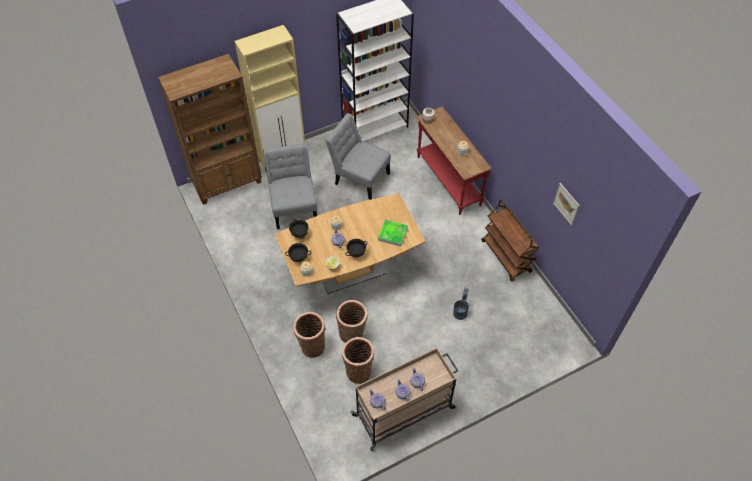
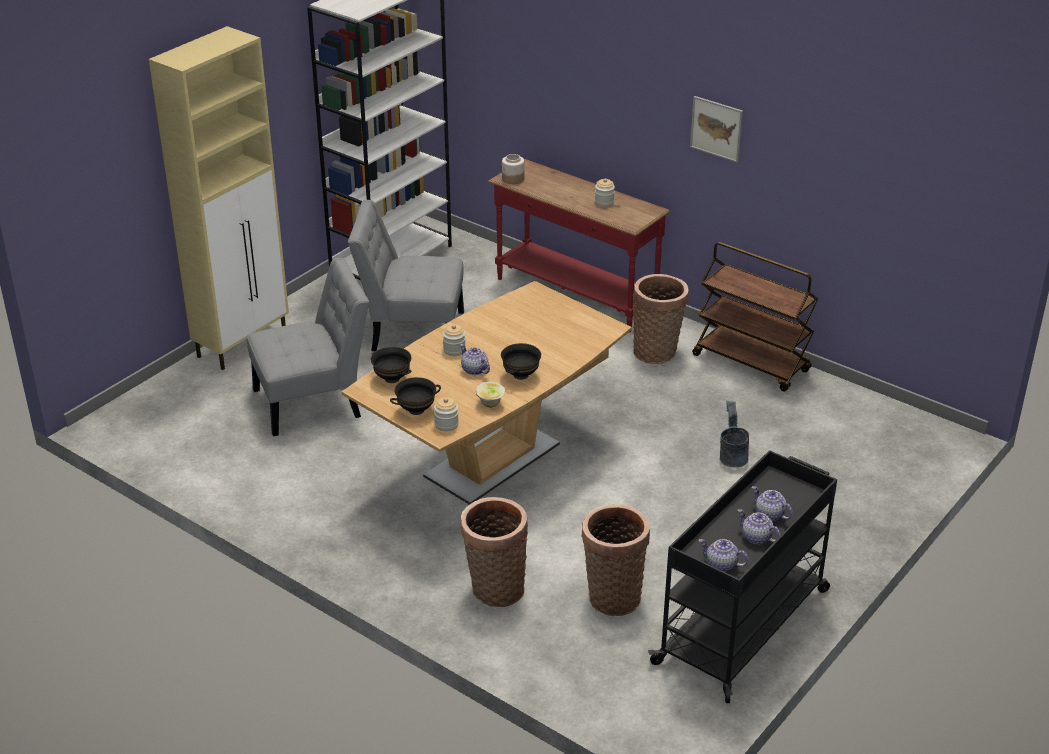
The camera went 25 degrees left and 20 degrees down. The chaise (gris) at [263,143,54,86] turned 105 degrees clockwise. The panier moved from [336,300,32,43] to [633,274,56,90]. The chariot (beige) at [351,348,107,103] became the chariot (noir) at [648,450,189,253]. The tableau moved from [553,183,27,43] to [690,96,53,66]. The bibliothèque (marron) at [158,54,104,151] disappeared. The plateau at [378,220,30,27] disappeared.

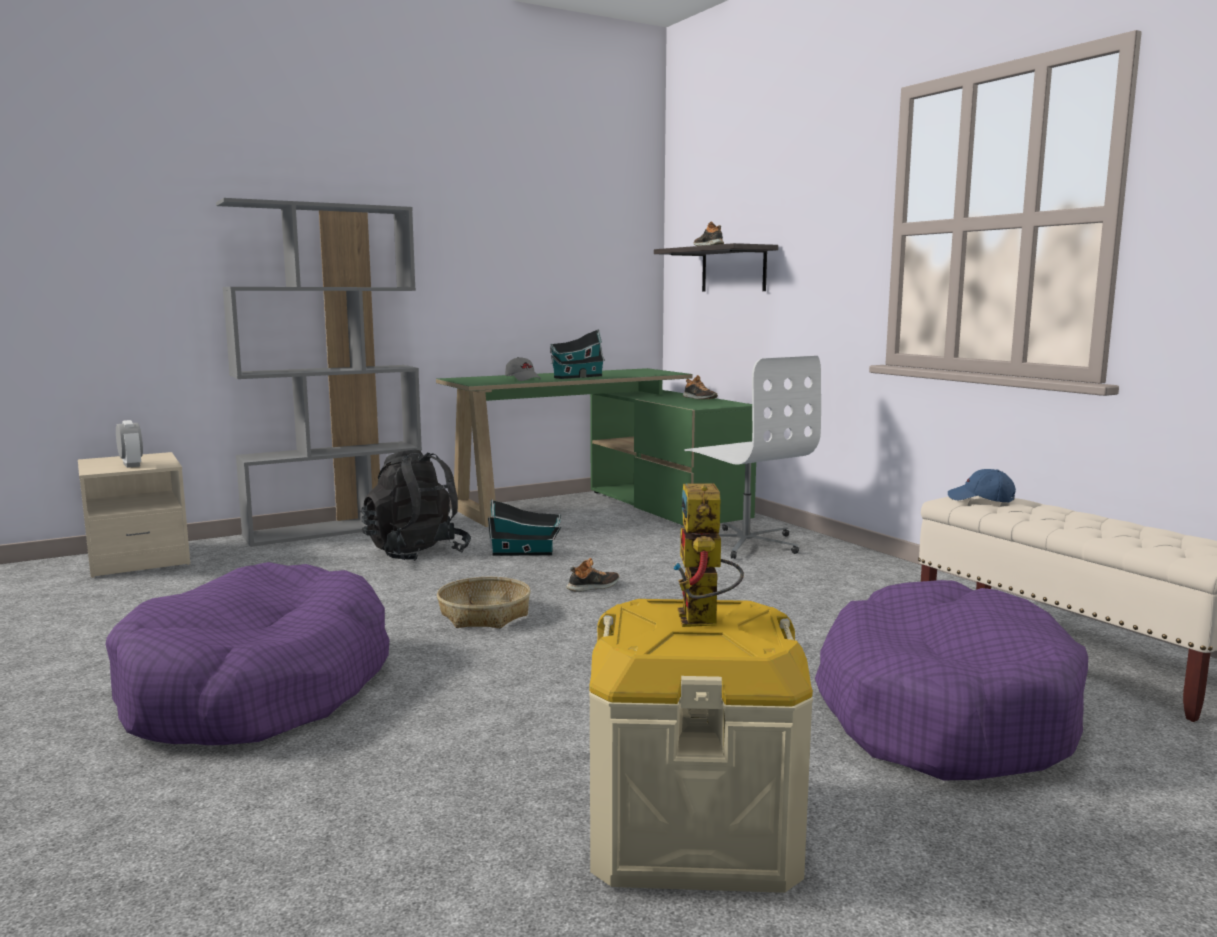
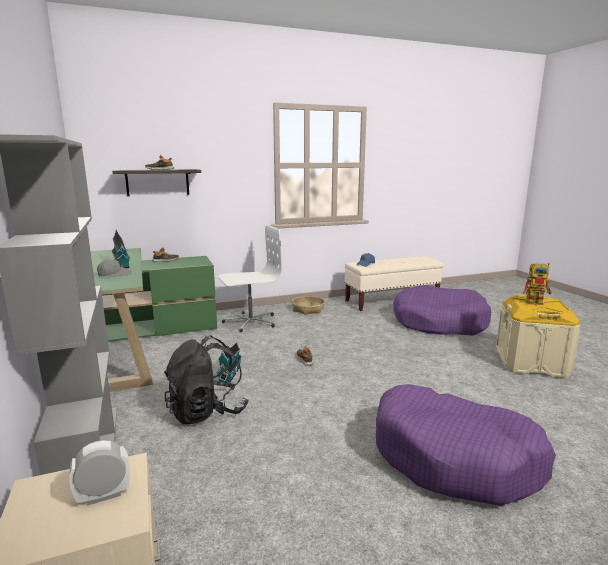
The camera went 80 degrees left and 5 degrees up. The panier moved from [437,577,94,51] to [292,296,33,19].

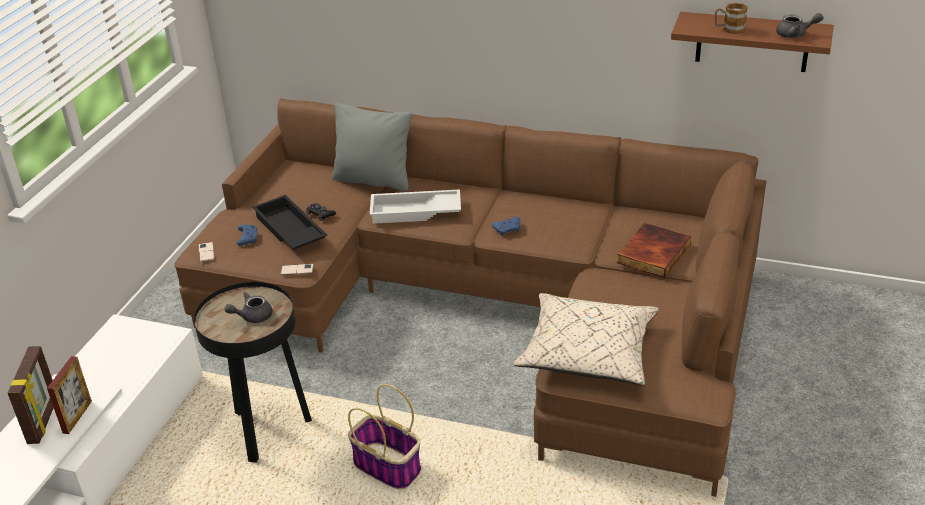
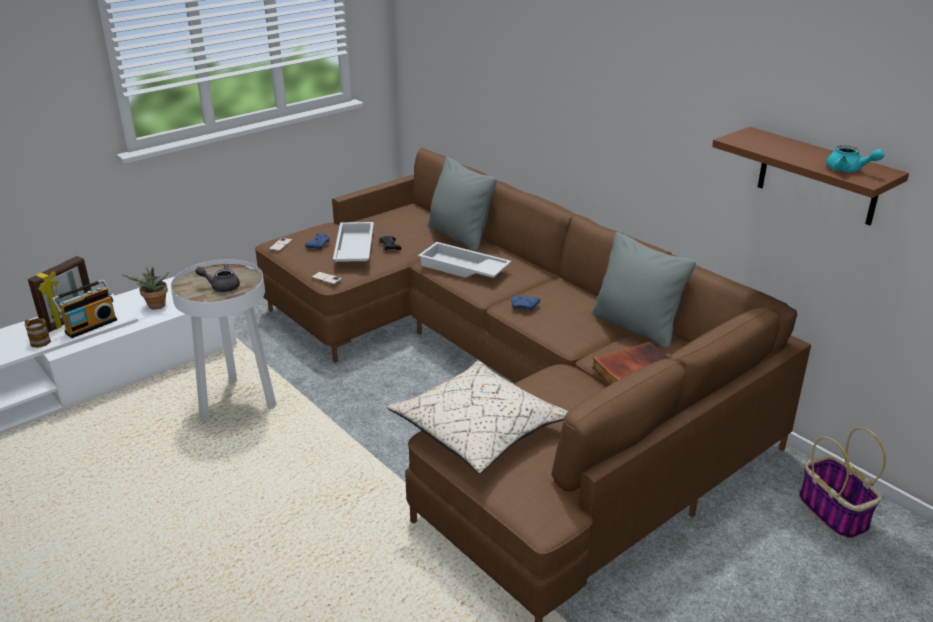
The camera went 30 degrees right and 5 degrees down. The mug moved from [715,3,33,31] to [25,318,26,30]. The cadre photo at [47,356,45,78] was replaced by the radio at [52,279,65,59]. The plante en pot at [123,267,46,42] appeared. The table d'appoint (noir) at [194,282,118,181] became the table d'appoint (blanc) at [171,260,105,161]. The plateau (noir) at [252,195,75,55] became the plateau (blanc) at [333,222,41,40]. The coussin (gris) at [592,232,104,116] appeared. The panier moved from [348,384,73,106] to [799,427,87,113]. The théière (gris) at [776,13,48,25] became the théière (turquoise) at [826,145,59,27].

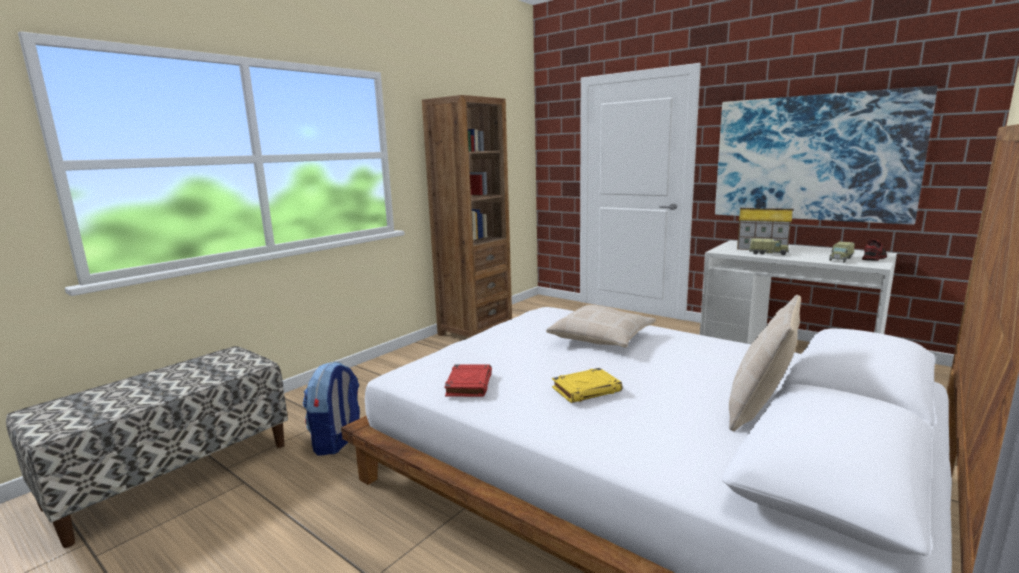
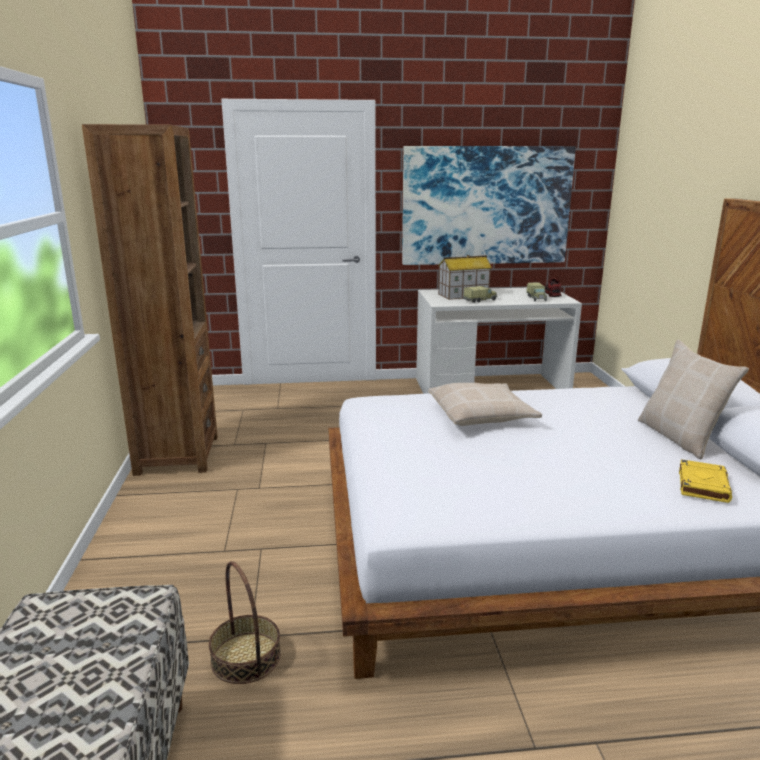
The camera went 45 degrees left and 5 degrees up. The sac à dos at [303,361,57,95] was replaced by the panier at [209,561,72,123]. The livre (jaune) moved from [552,368,70,35] to [679,459,53,44]. The livre (rouge) at [444,364,48,33] disappeared.

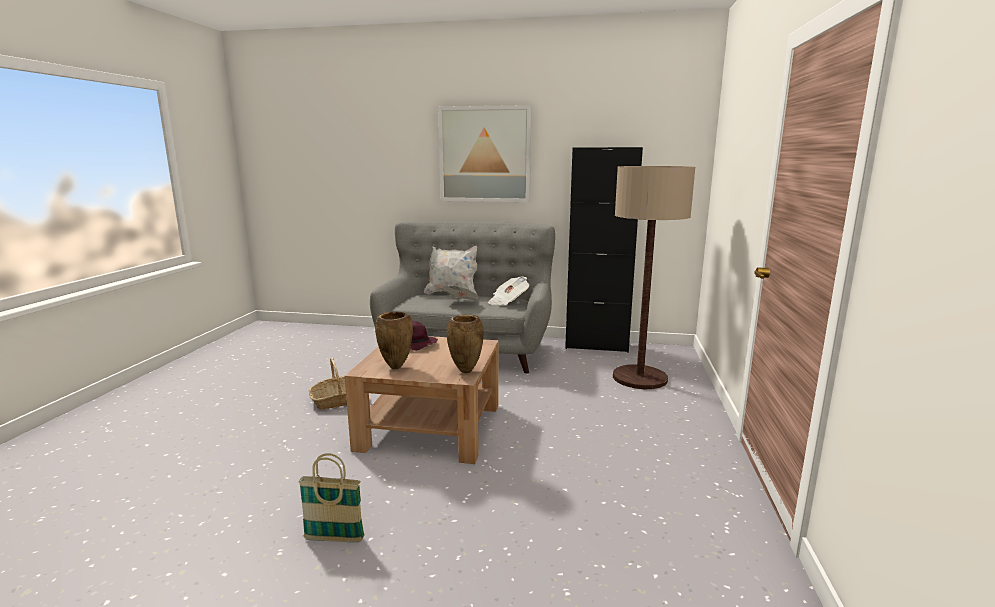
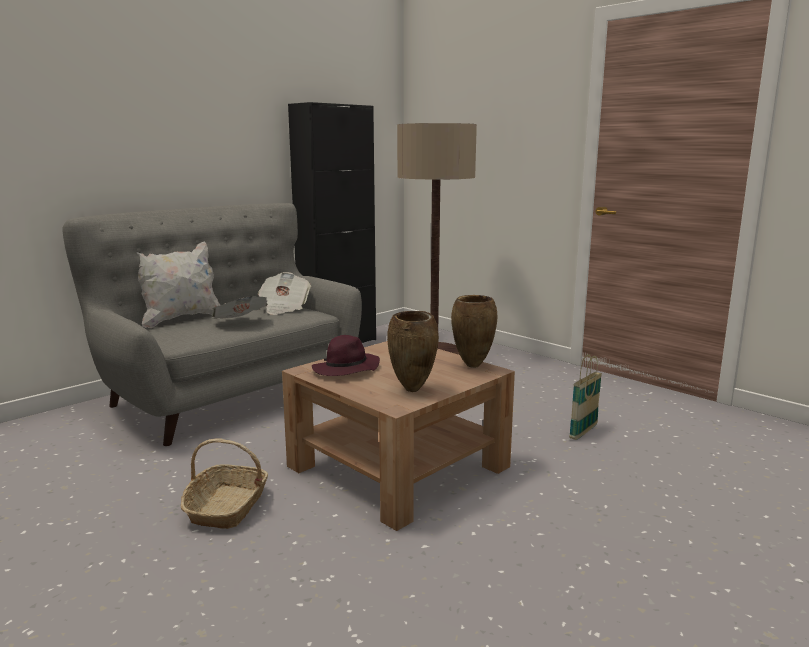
The camera went 55 degrees left and 0 degrees up. The panier moved from [298,453,67,89] to [569,354,33,86]. The tableau at [438,105,93,97] disappeared.

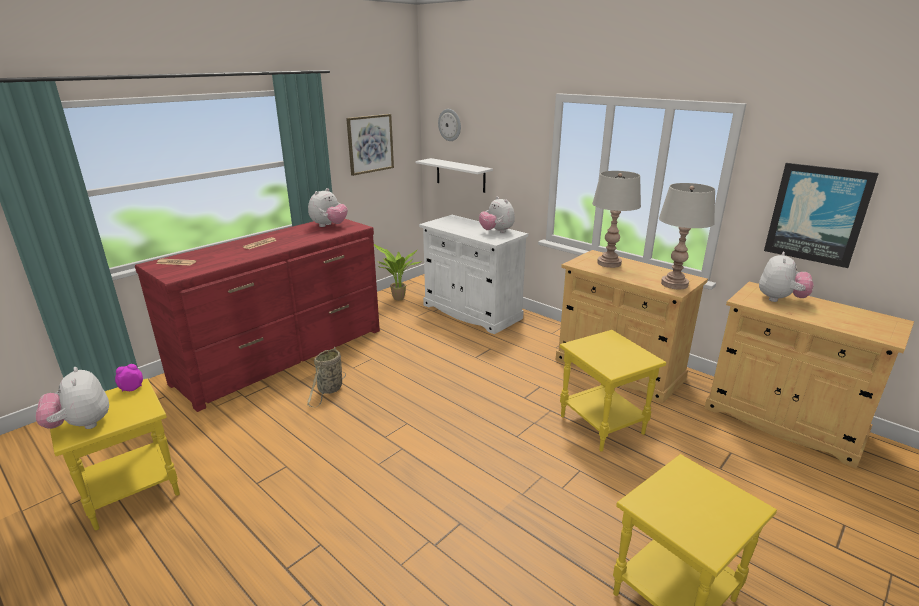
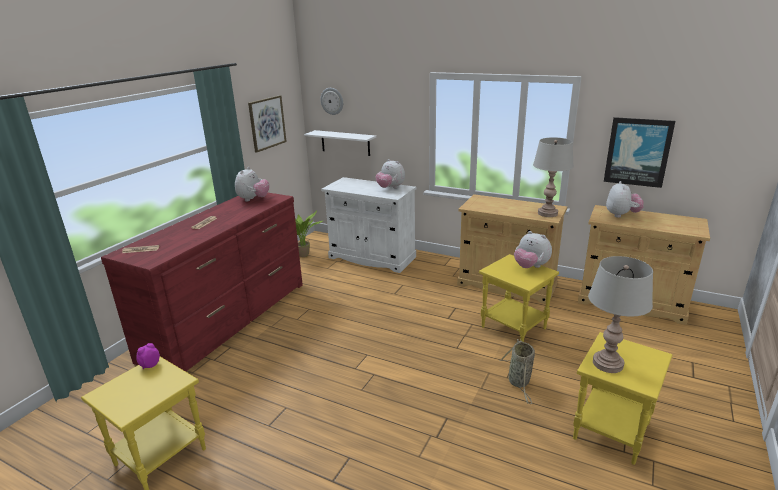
The camera went 15 degrees left and 0 degrees up. The panier moved from [307,347,39,60] to [500,339,35,65]. The peluche moved from [36,367,73,62] to [514,231,38,37]. The lampe de table (gris) moved from [592,171,49,97] to [588,256,65,117].

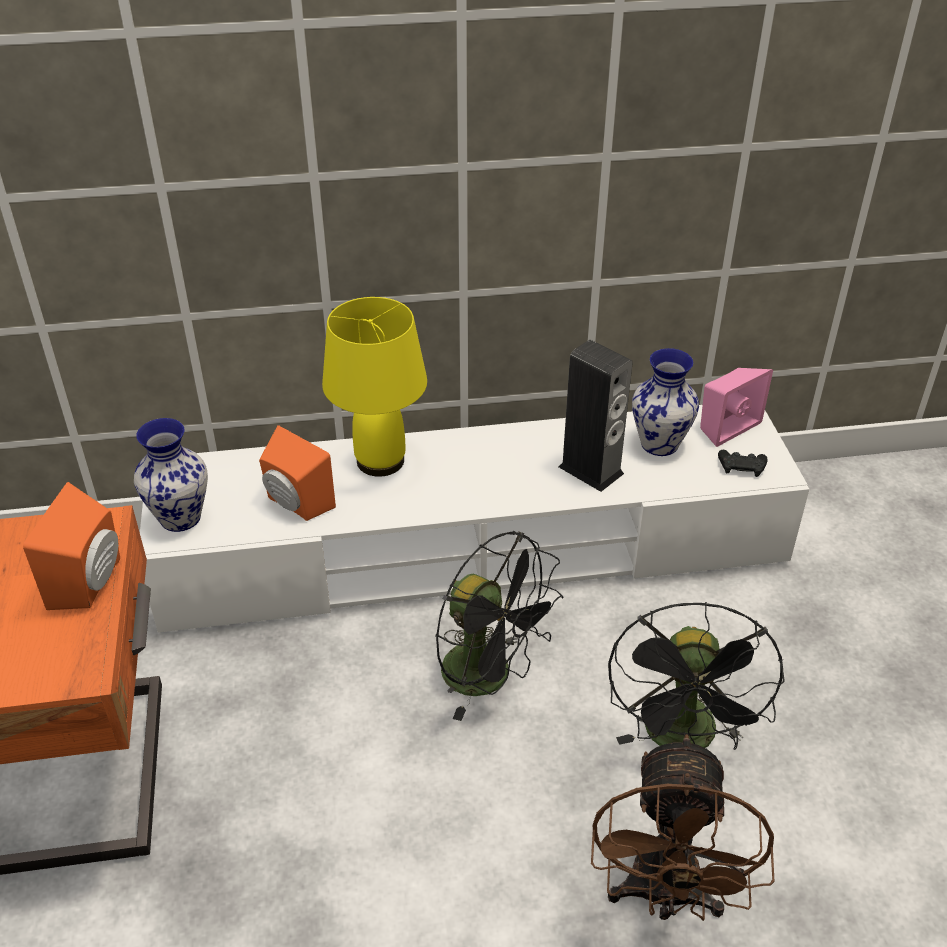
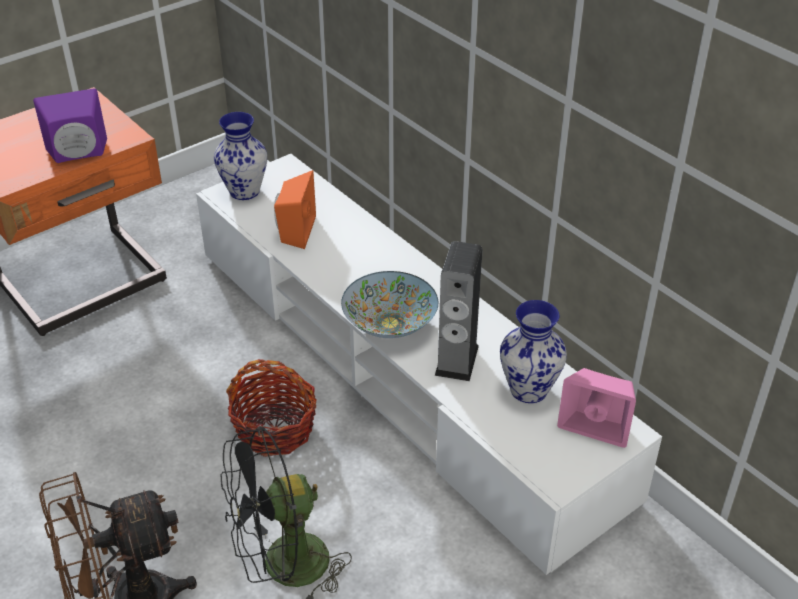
The camera went 60 degrees right and 0 degrees up. The enceinte (orange) at [23,482,97,128] became the enceinte (violet) at [33,89,74,74]. The ventilateur (noir) at [435,531,129,190] was replaced by the panier at [226,359,91,98]. The bol at [341,271,97,67] appeared. The lampe de table (jaune) at [322,297,105,180] disappeared. The manette (noir) at [718,450,50,27] disappeared.

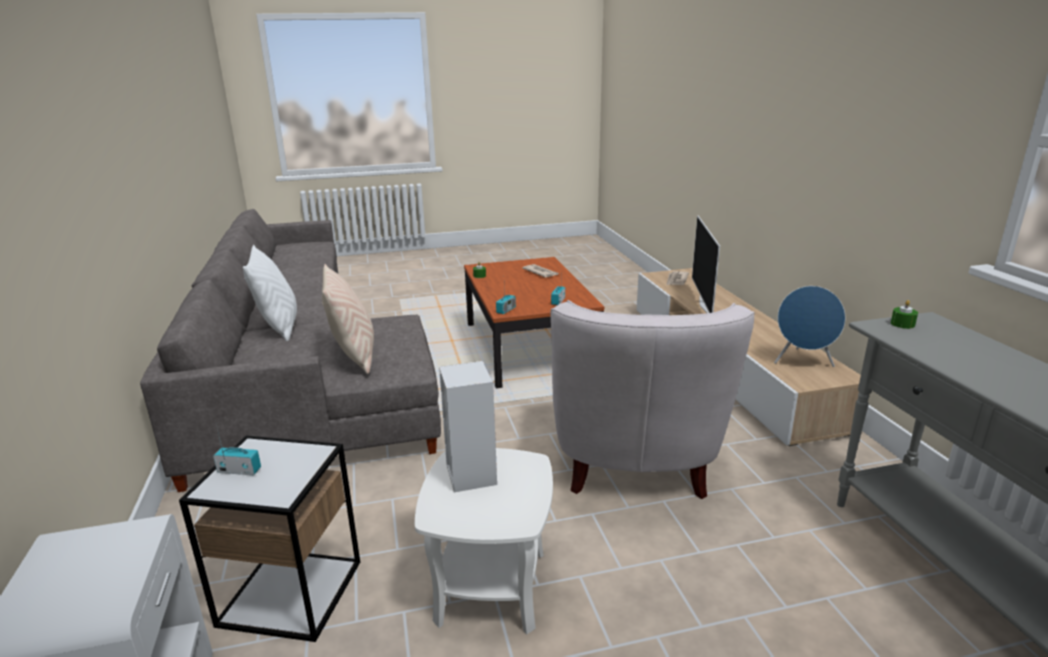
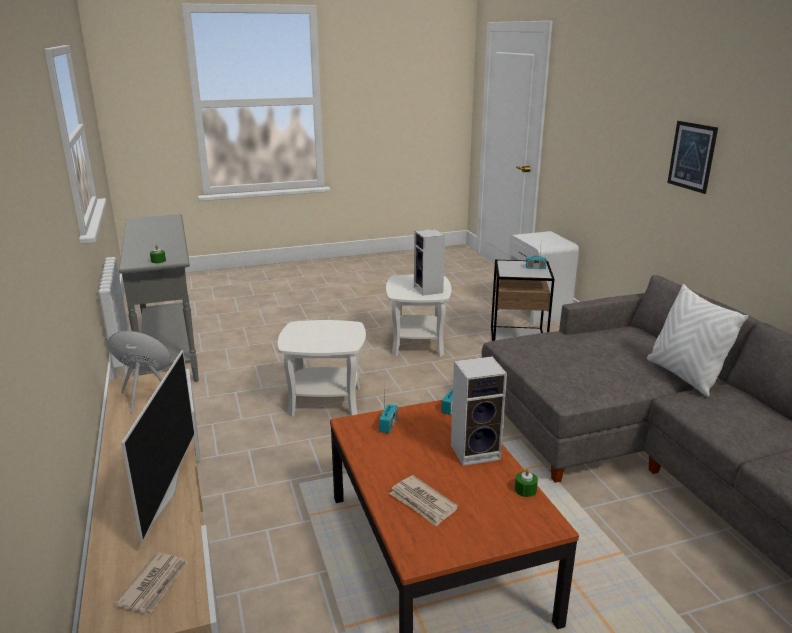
The camera went 175 degrees right and 0 degrees up. The fauteuil (blanc) at [550,300,205,199] was replaced by the table d'appoint (blanc) at [278,320,88,97]. The enceinte at [451,357,56,109] appeared. The tableau at [667,121,51,73] appeared. The coussin (beige) at [322,264,52,110] disappeared.

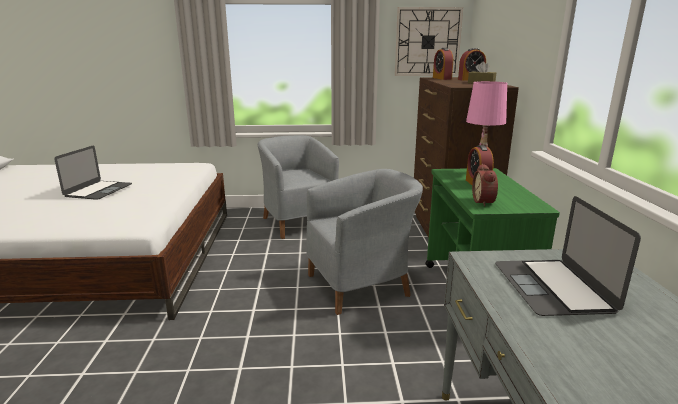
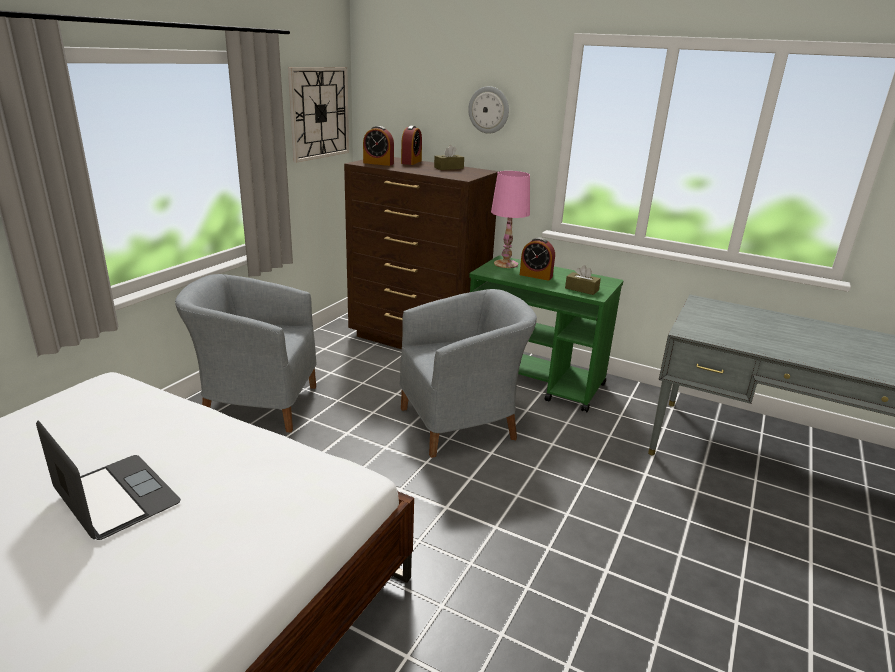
The camera went 60 degrees left and 5 degrees up. The fauteuil (gris) at [306,169,117,146] turned 60 degrees clockwise. The horloge murale at [468,86,41,48] appeared. The réveil at [472,164,26,43] was replaced by the boîte à mouchoirs (marron) at [565,265,36,30]. The ordinateur portable at [495,196,146,120] disappeared.

